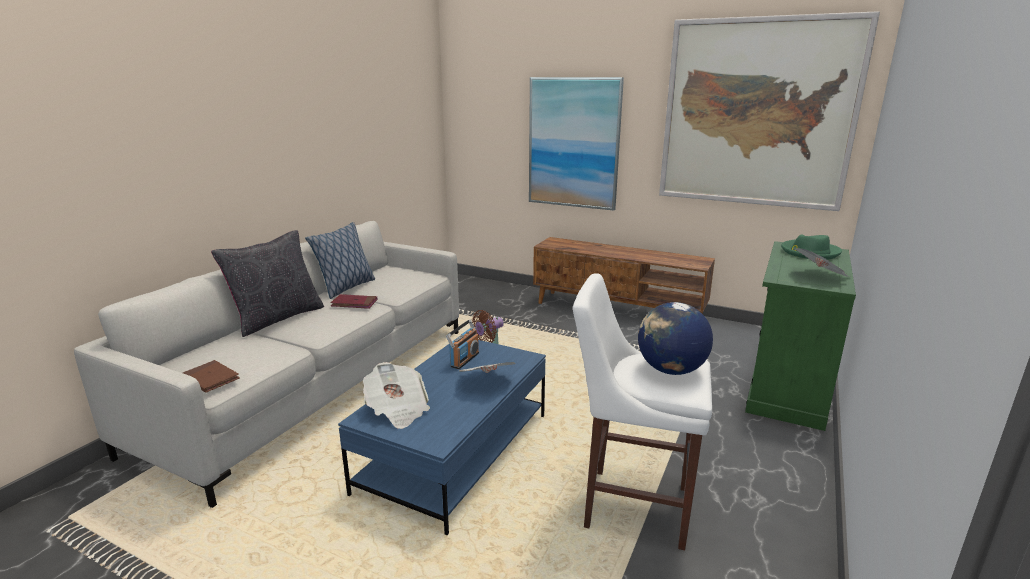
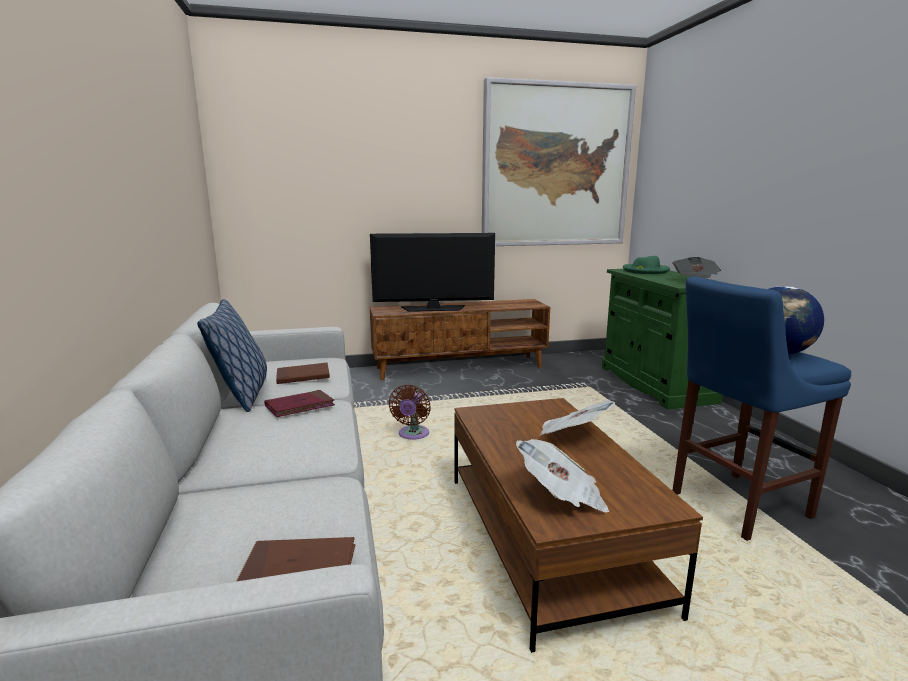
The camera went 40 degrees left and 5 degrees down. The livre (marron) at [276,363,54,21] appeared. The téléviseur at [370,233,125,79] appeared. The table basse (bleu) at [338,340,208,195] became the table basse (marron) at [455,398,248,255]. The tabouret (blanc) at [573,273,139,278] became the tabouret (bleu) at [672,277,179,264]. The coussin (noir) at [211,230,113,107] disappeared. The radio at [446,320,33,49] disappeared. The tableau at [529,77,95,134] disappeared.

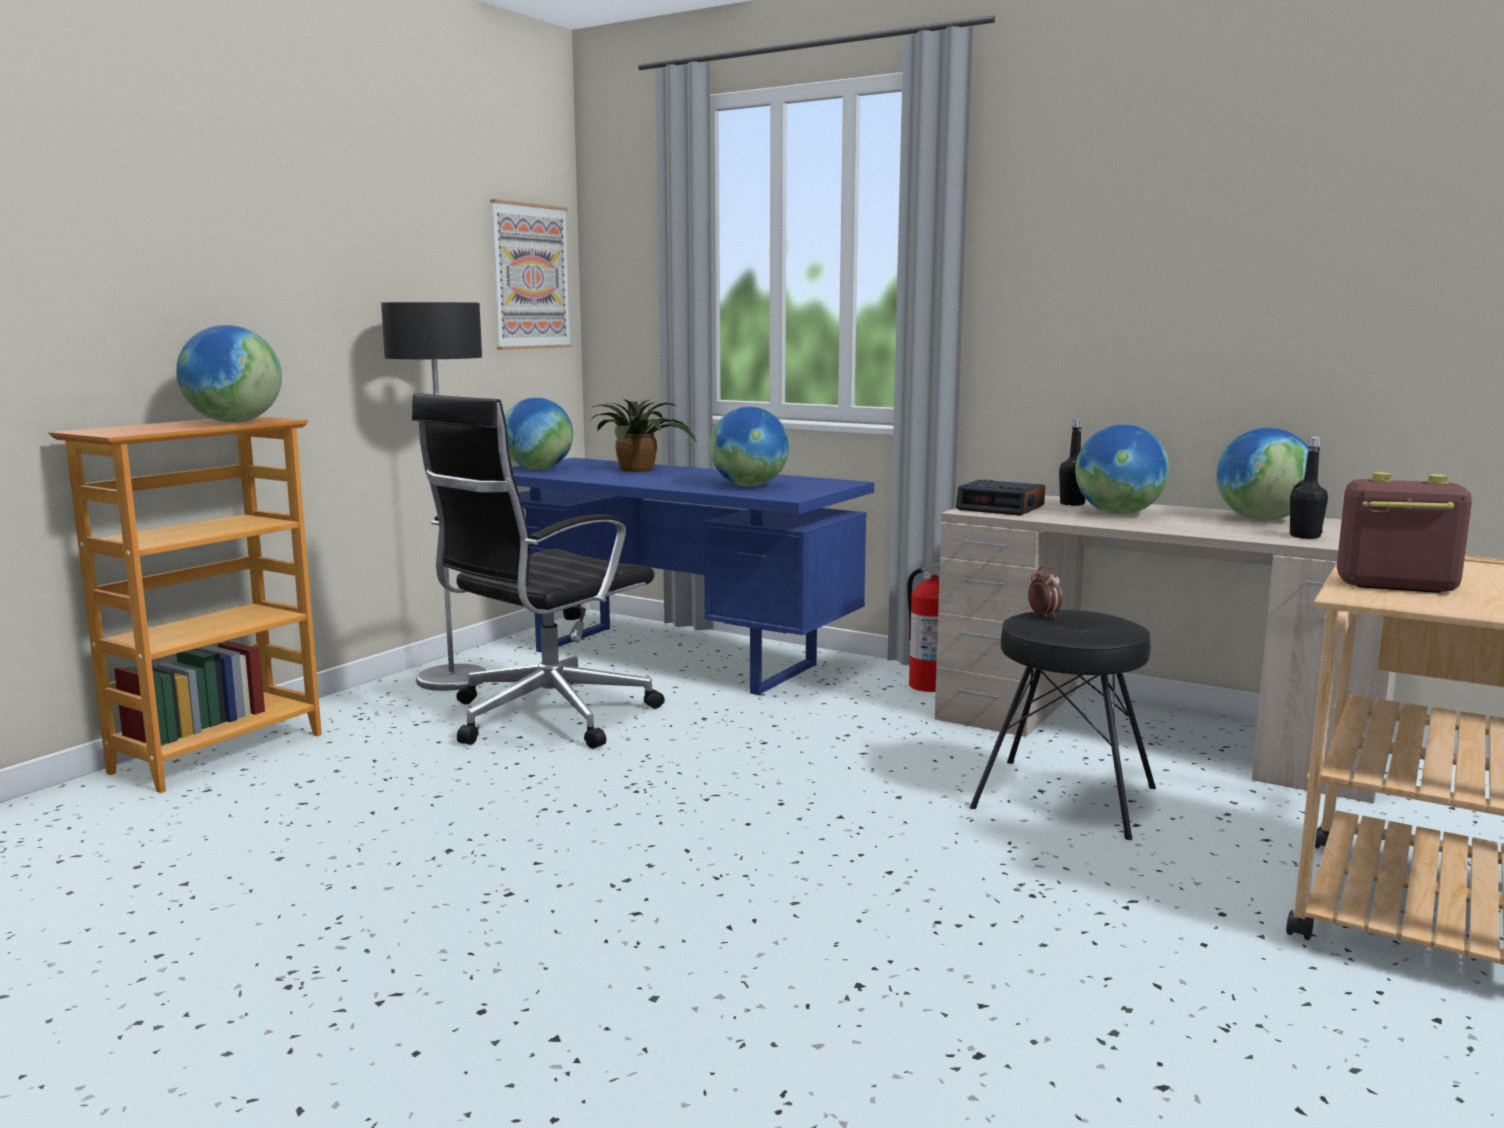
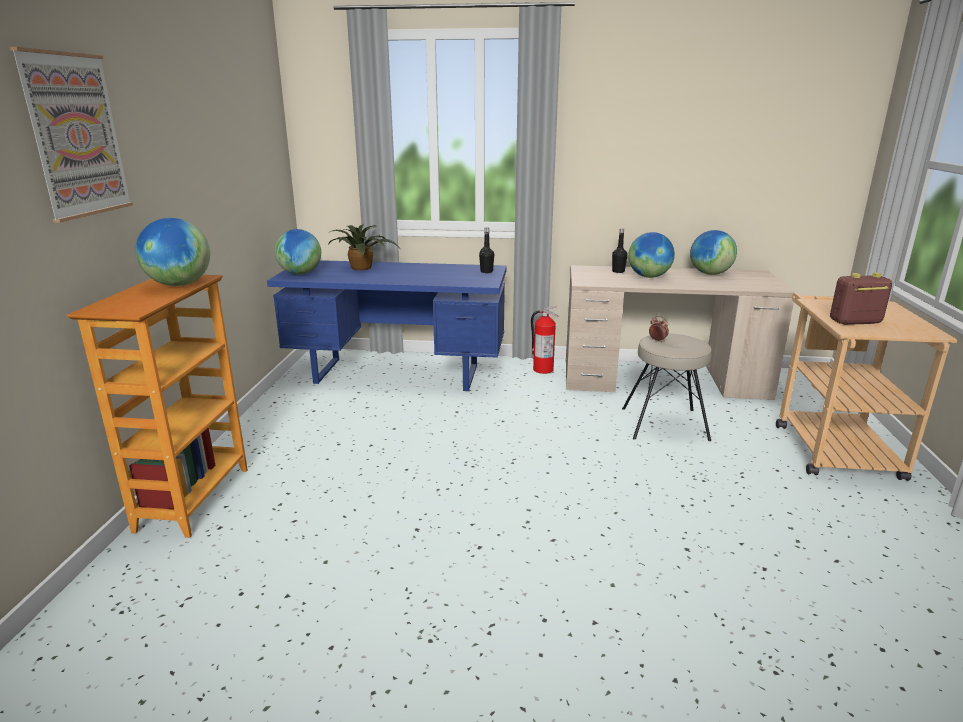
The camera went 25 degrees left and 10 degrees up. The tableau moved from [490,199,82,151] to [9,47,124,176]. The bouteille (noir) moved from [1290,437,38,102] to [479,228,15,45]. The tabouret (noir) at [970,610,186,230] became the tabouret (beige) at [622,333,89,108]. The lampadaire at [381,302,105,389] disappeared. The chaise de bureau (noir) at [412,393,253,356] disappeared. The globe at [710,407,79,80] disappeared. The réveil at [956,480,89,36] disappeared.

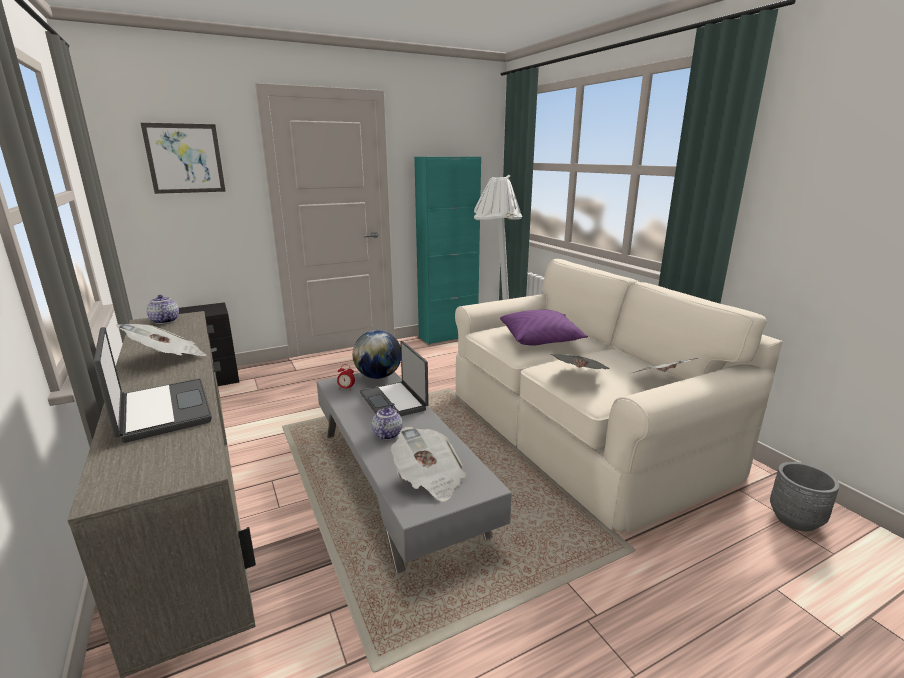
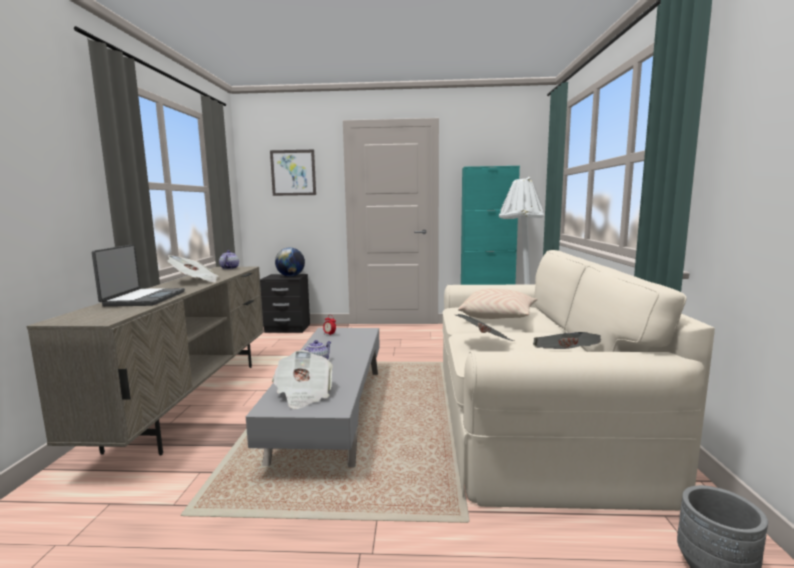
The camera went 30 degrees right and 10 degrees down. The globe moved from [353,330,48,49] to [275,247,30,30]. The coussin (violet) at [500,310,88,35] became the coussin (beige) at [458,288,80,31]. The ordinateur portable at [360,341,69,75] disappeared.

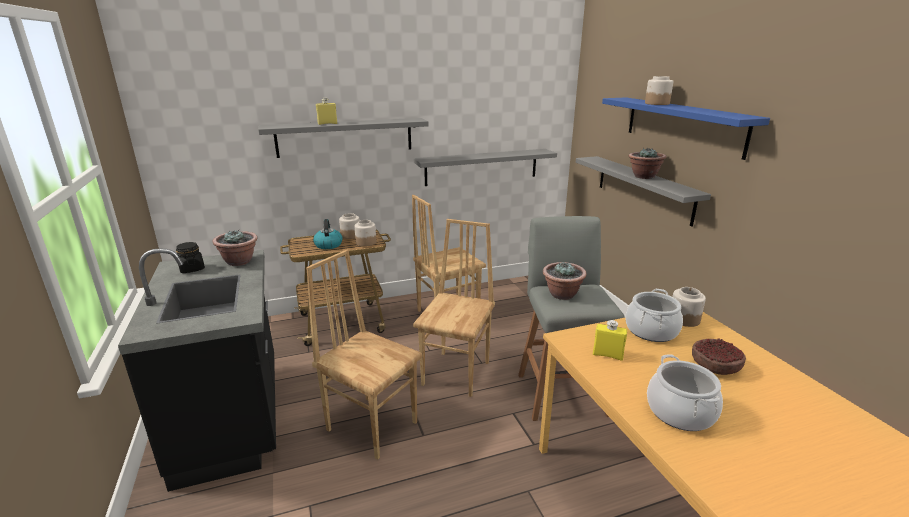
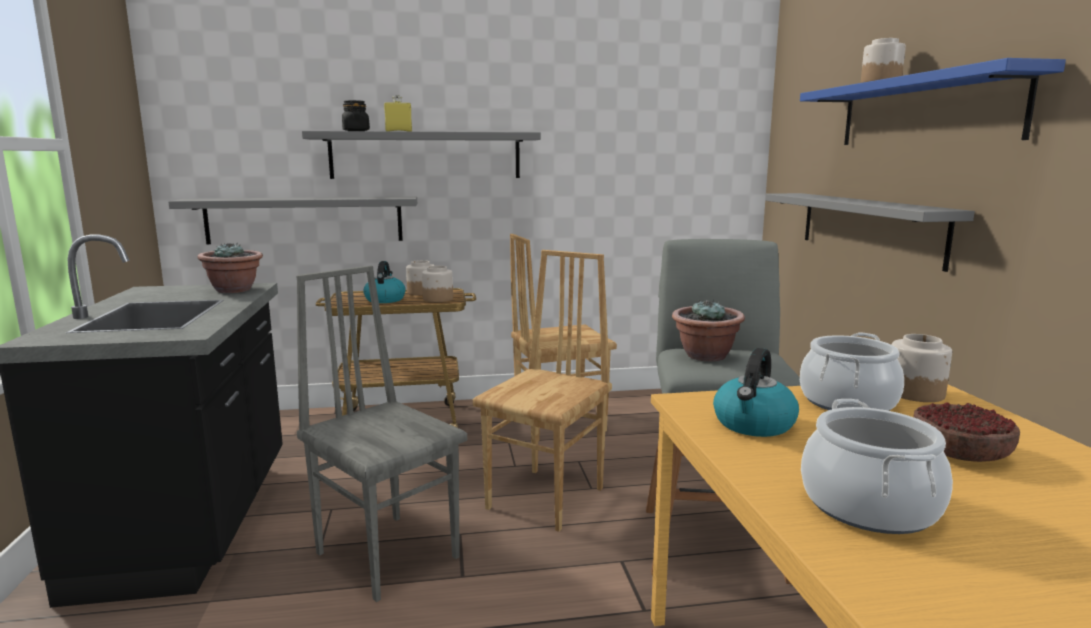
The camera went 10 degrees right and 10 degrees down. The étagère (gris) moved from [414,149,143,37] to [168,197,249,47]. The chaise (marron) at [306,250,116,210] became the chaise (gris) at [296,266,171,336]. The bocal (noir) moved from [176,242,29,31] to [342,100,28,31]. The bouteille (jaune) at [593,320,34,41] was replaced by the bouilloire at [713,348,86,89]. The plante en pot at [629,147,37,32] disappeared.

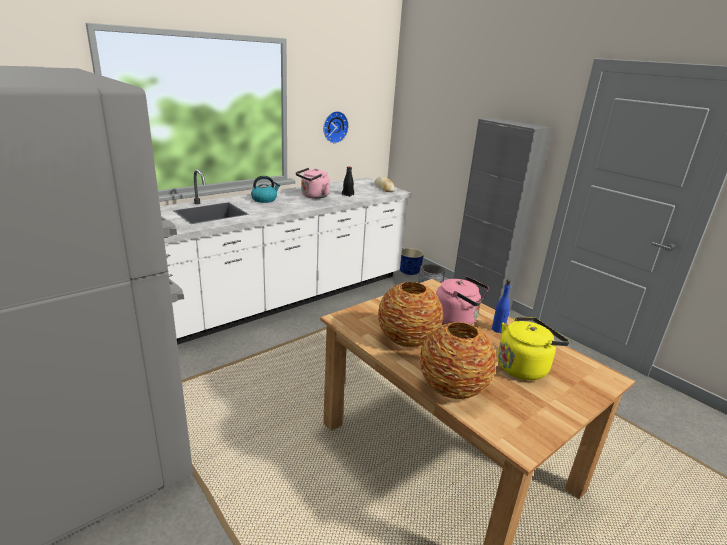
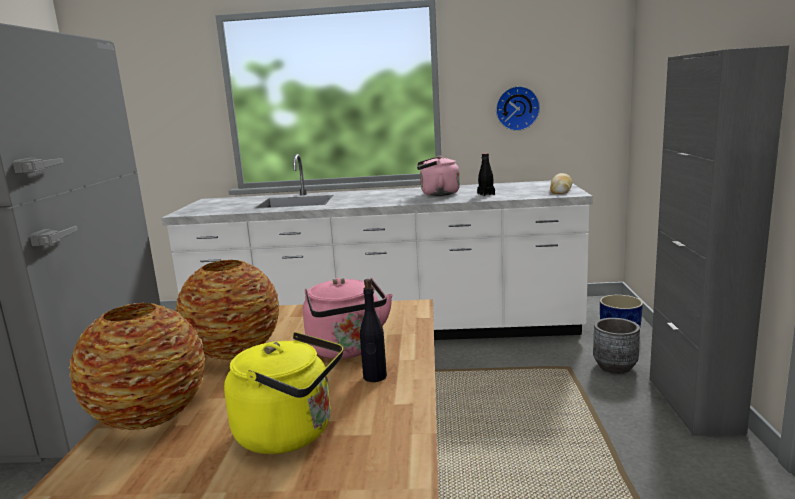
The camera went 45 degrees right and 10 degrees down. The bouteille (bleu) at [492,280,19,53] became the bouteille (noir) at [360,279,27,103]. The bouilloire at [251,176,30,27] disappeared.

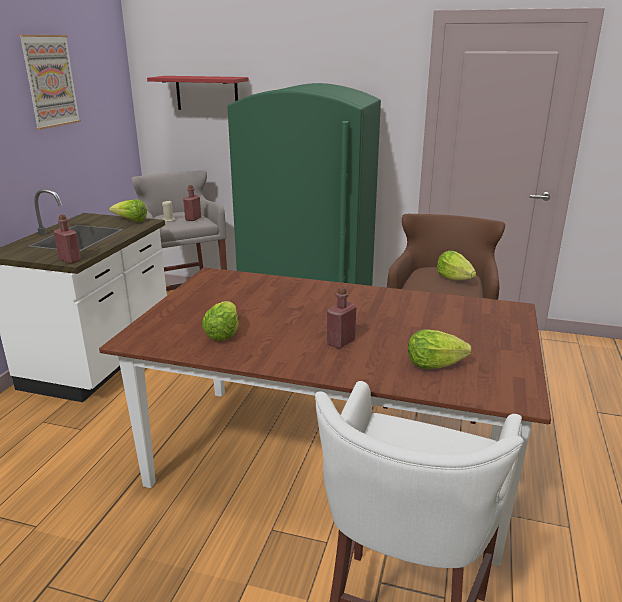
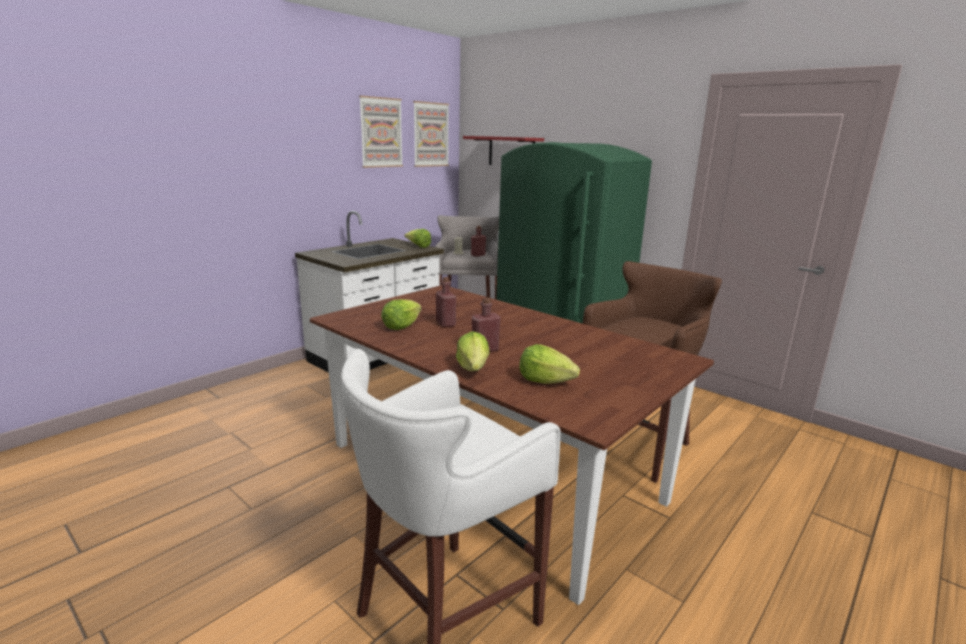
The camera went 25 degrees right and 5 degrees down. The tableau at [413,101,36,66] appeared. The bouteille (rouge) moved from [54,215,27,49] to [436,277,20,50]. The laitue moved from [437,251,39,29] to [456,331,34,40].

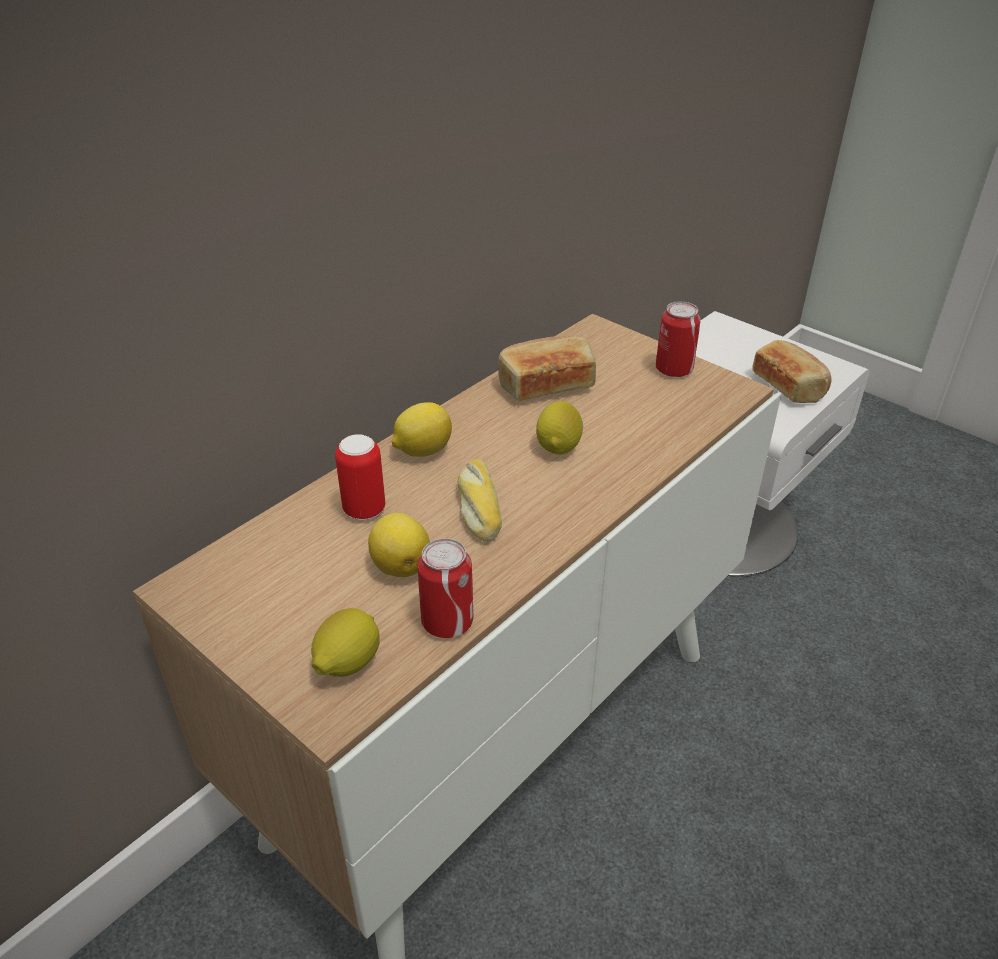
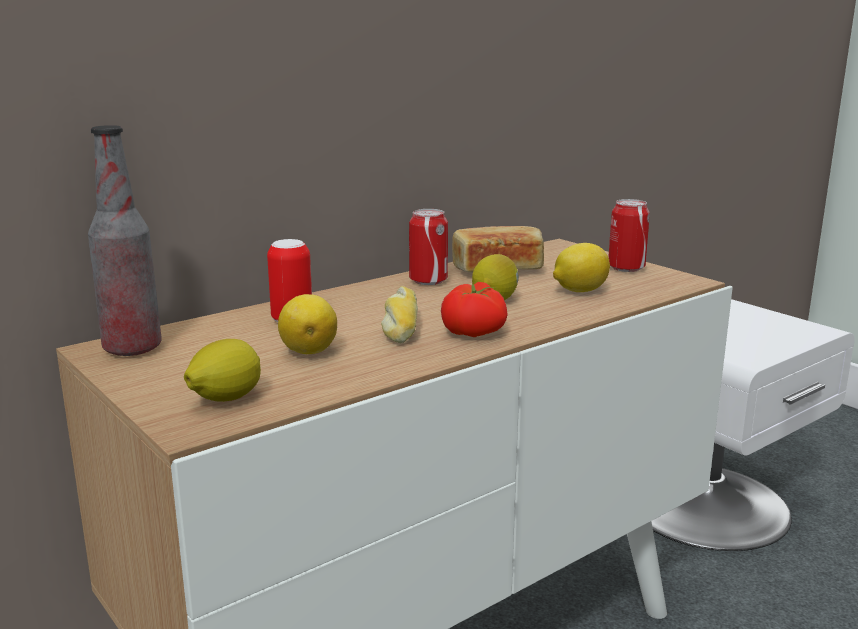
The camera went 10 degrees right and 20 degrees down. The bouteille at [88,125,74,231] appeared. The boîte métallique moved from [417,538,56,100] to [409,209,39,76]. The tomate at [441,282,67,55] appeared. The citron moved from [392,402,60,55] to [553,243,57,49]. The pain at [753,340,79,63] disappeared.

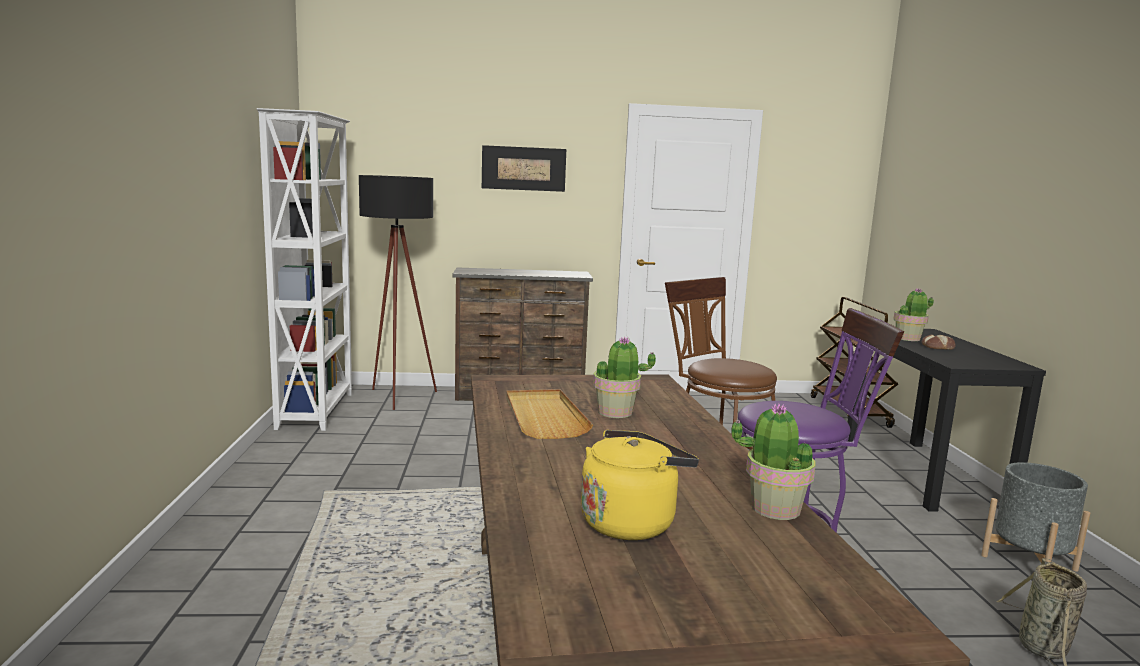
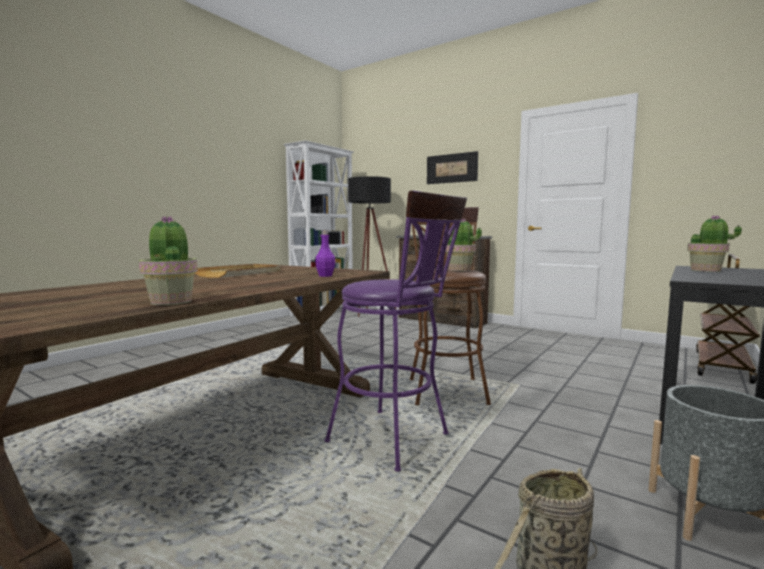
The camera went 40 degrees right and 5 degrees down. The bouteille (violet) at [315,230,21,47] appeared. The plante en pot moved from [593,337,63,81] to [445,219,37,52]. The bouilloire (jaune) at [581,430,118,110] disappeared. The pain at [922,335,34,15] disappeared.

